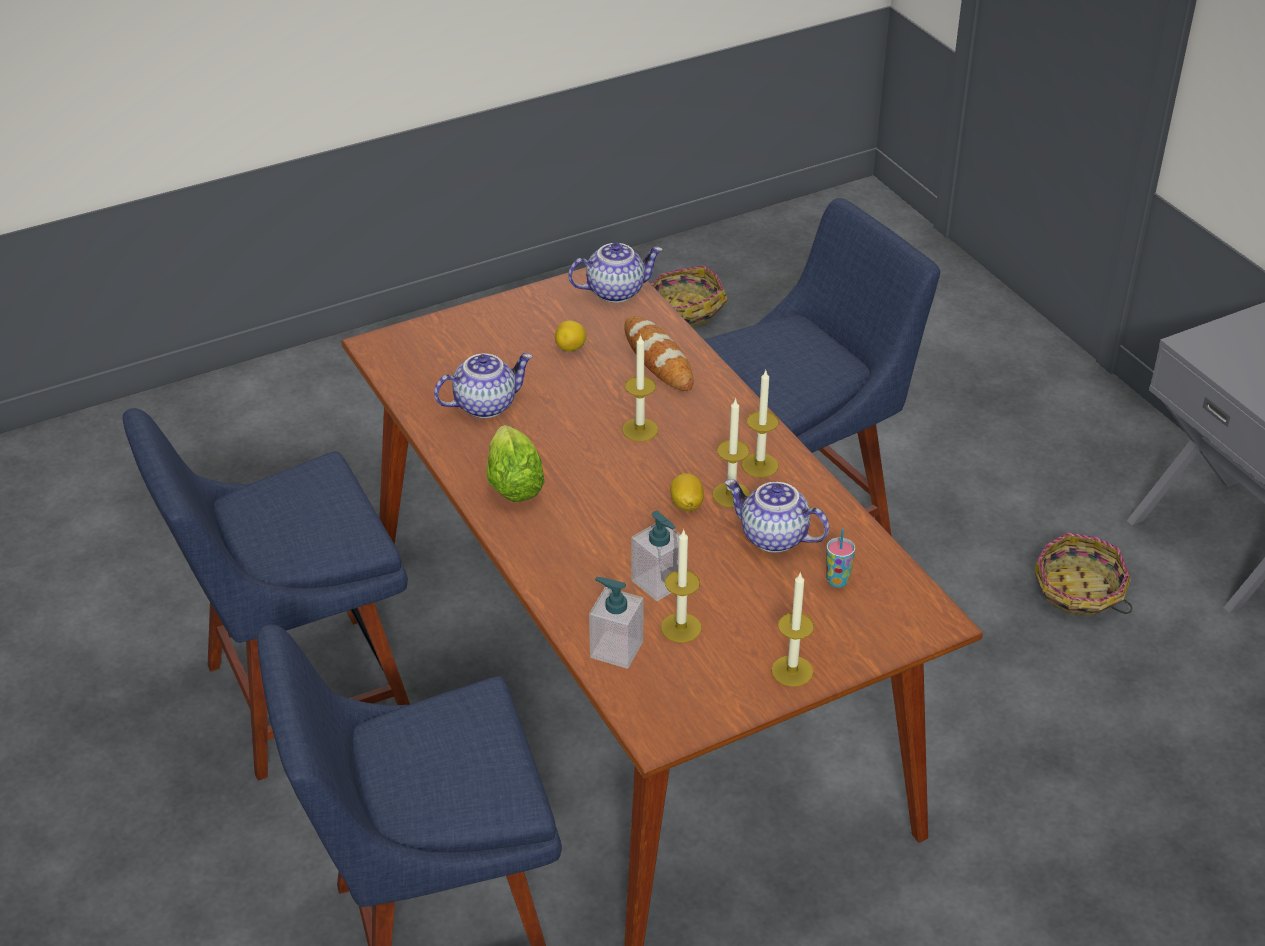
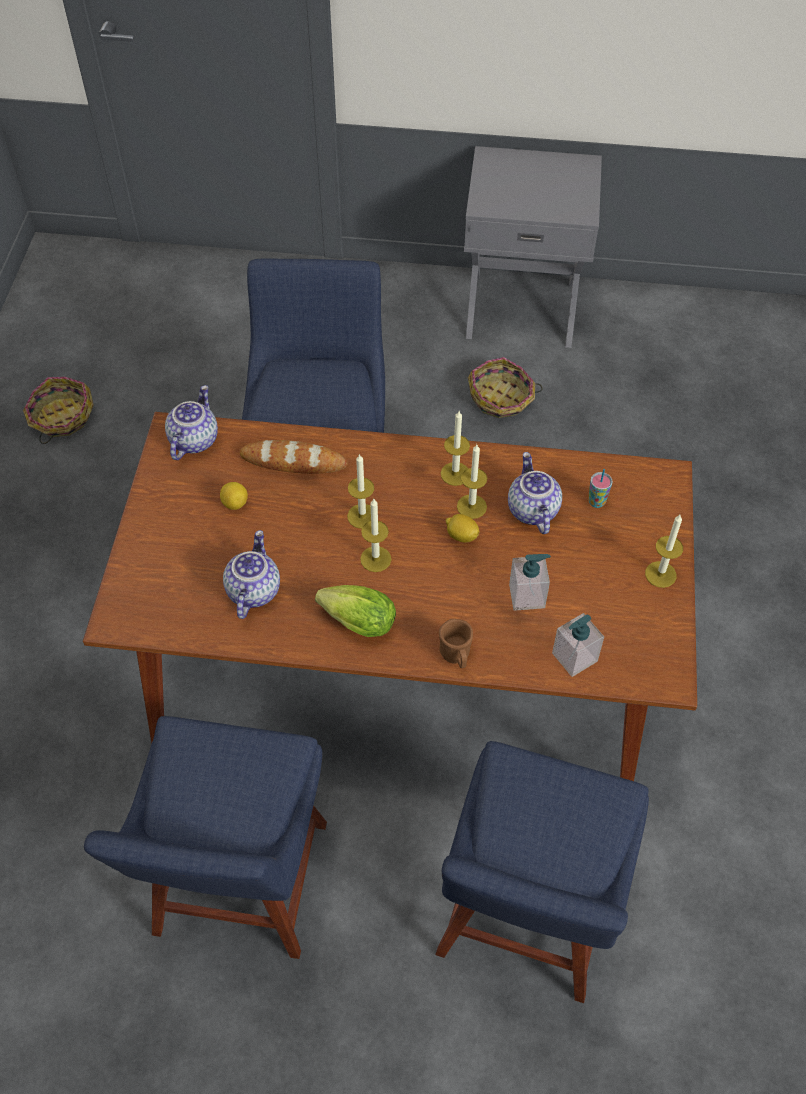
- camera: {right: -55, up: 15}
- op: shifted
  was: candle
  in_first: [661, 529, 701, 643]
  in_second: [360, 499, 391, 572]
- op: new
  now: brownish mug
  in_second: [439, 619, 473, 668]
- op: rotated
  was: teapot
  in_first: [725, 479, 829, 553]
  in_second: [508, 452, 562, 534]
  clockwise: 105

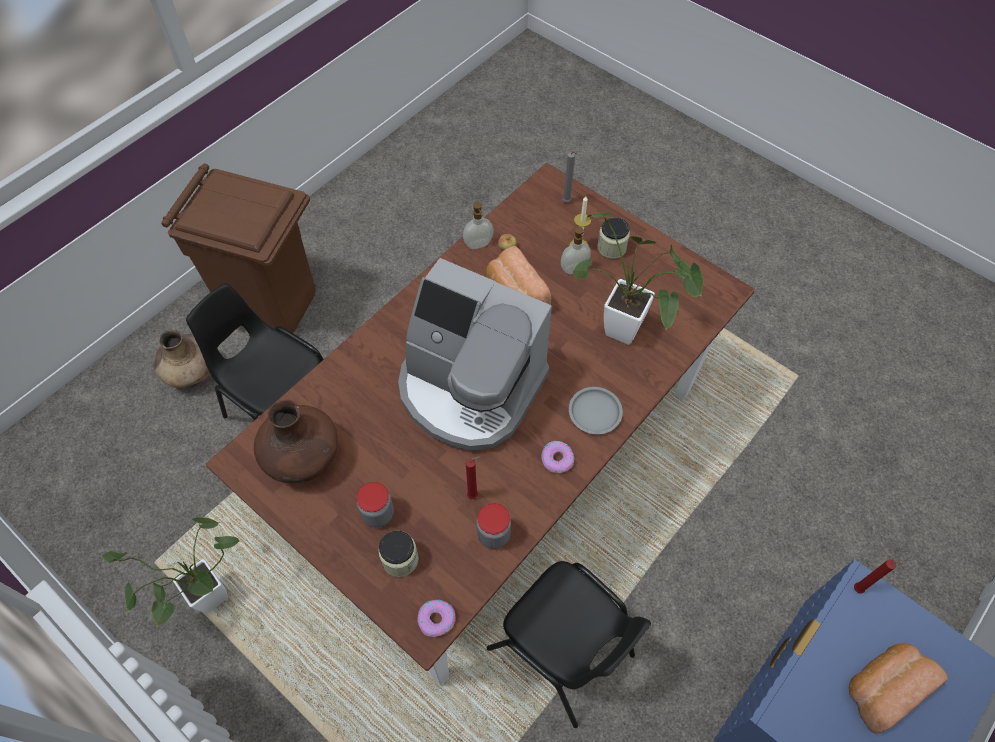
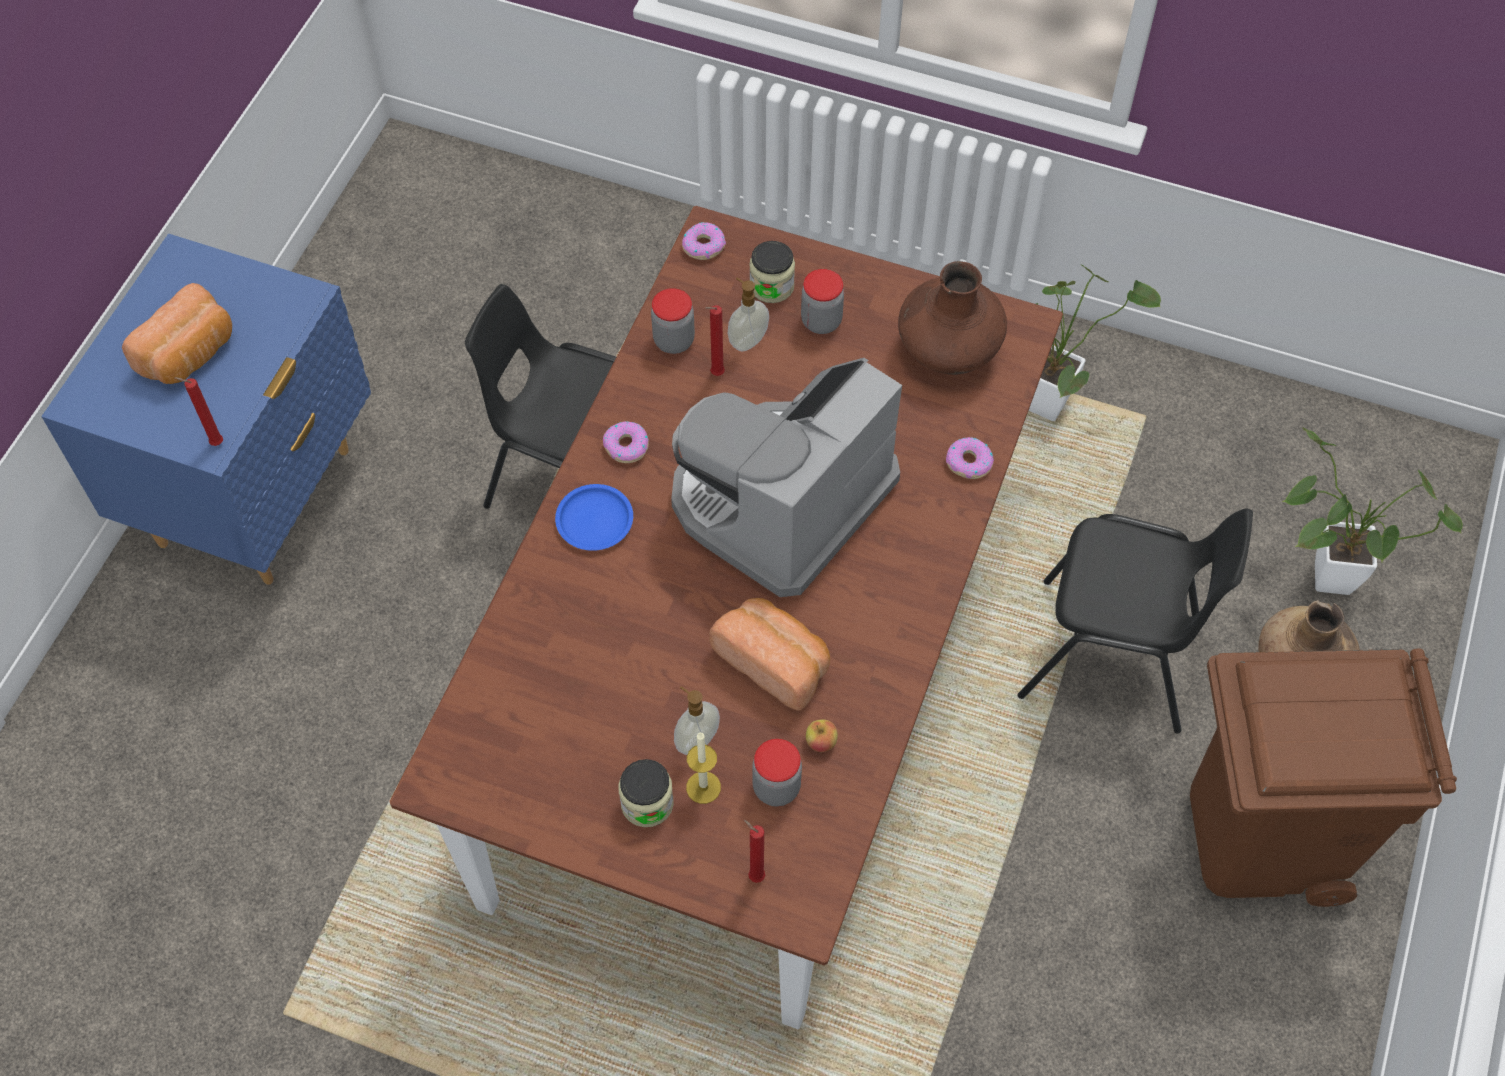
- camera: {right: 160, up: 0}
- op: repainted
  was: gray plate
  now: bluish plate
  in_first: [569, 387, 623, 434]
  in_second: [555, 484, 633, 551]
- op: rotated
  was: coffee brewer
  in_first: [398, 258, 552, 451]
  in_second: [671, 358, 902, 597]
  clockwise: -60
- op: shifted
  was: liquid soap bottle
  in_first: [463, 202, 494, 249]
  in_second: [727, 278, 769, 351]
- op: repainted
  was: gray candle
  now: reddish candle
  in_first: [563, 152, 578, 202]
  in_second: [744, 820, 765, 883]
- op: new
  now: preserve jar
  in_second: [752, 739, 802, 807]
- op: new
  now: doughnut
  in_second: [946, 437, 994, 479]
- op: shifted
  was: plant in a pot
  in_first: [572, 212, 703, 345]
  in_second: [1282, 427, 1463, 595]

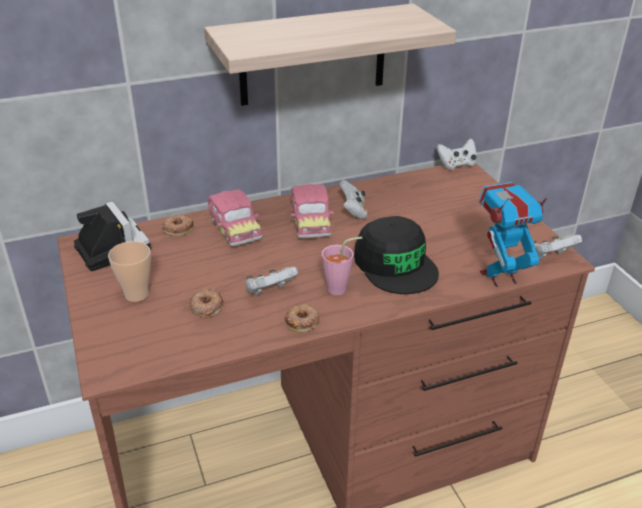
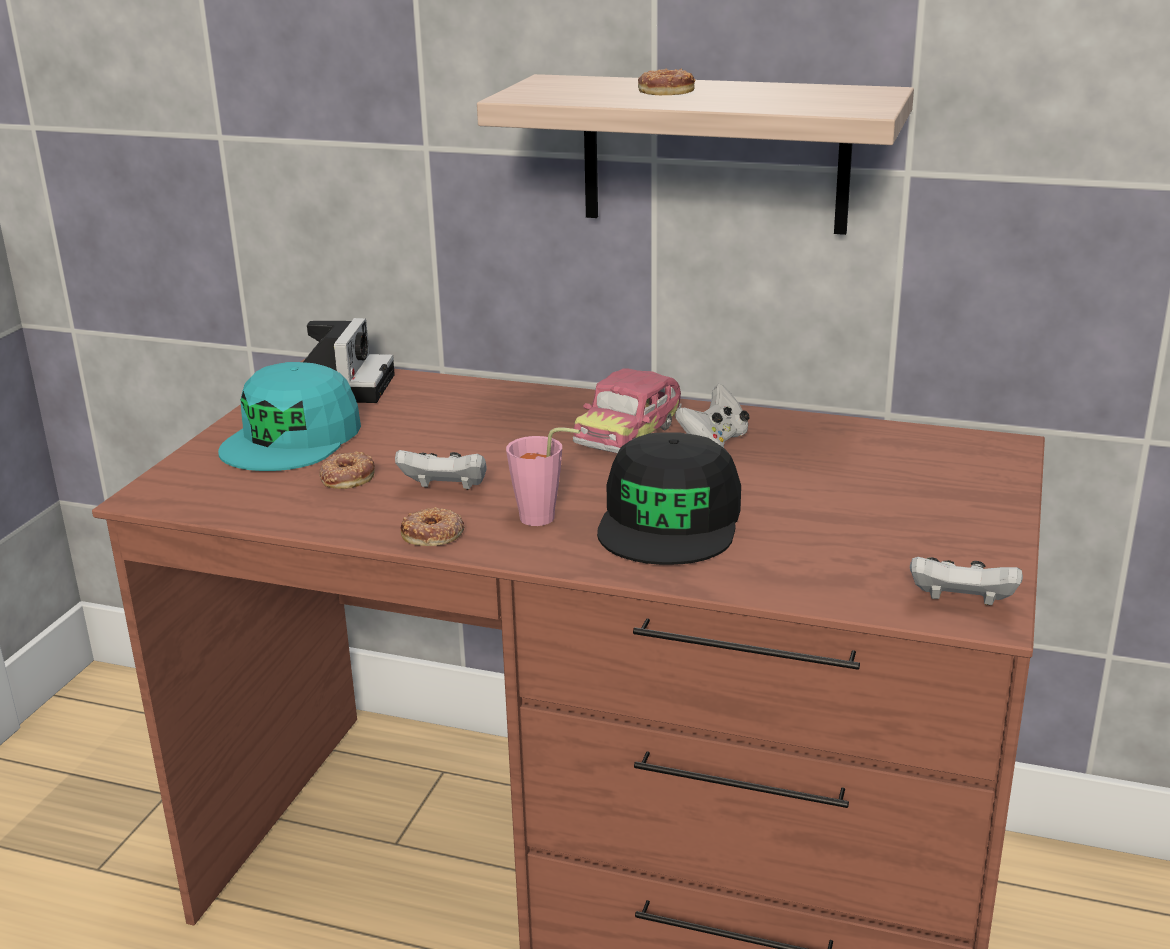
- camera: {right: 40, up: -10}
- op: swapped
  was: drinking cup
  now: turquoise baseball cap
  in_first: [108, 241, 151, 302]
  in_second: [218, 362, 361, 471]
- op: shifted
  was: doughnut
  in_first: [162, 214, 194, 236]
  in_second: [638, 68, 696, 95]
- op: gone
  was: model car
  in_first: [208, 189, 262, 246]
- op: gone
  was: whitish game controller
  in_first: [436, 139, 476, 170]
- op: gone
  was: model robot
  in_first: [479, 182, 553, 287]

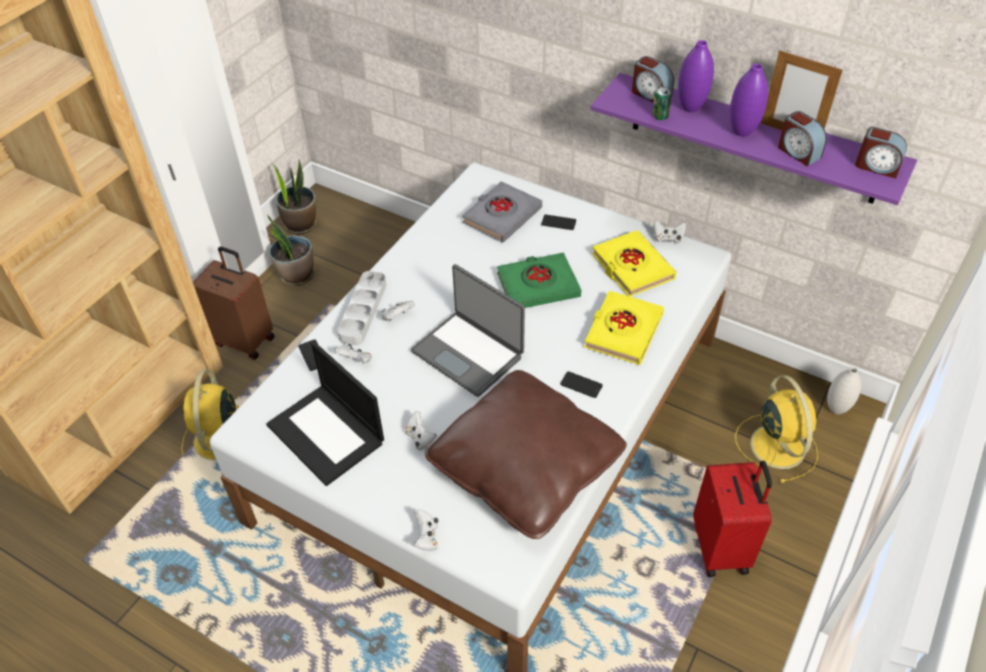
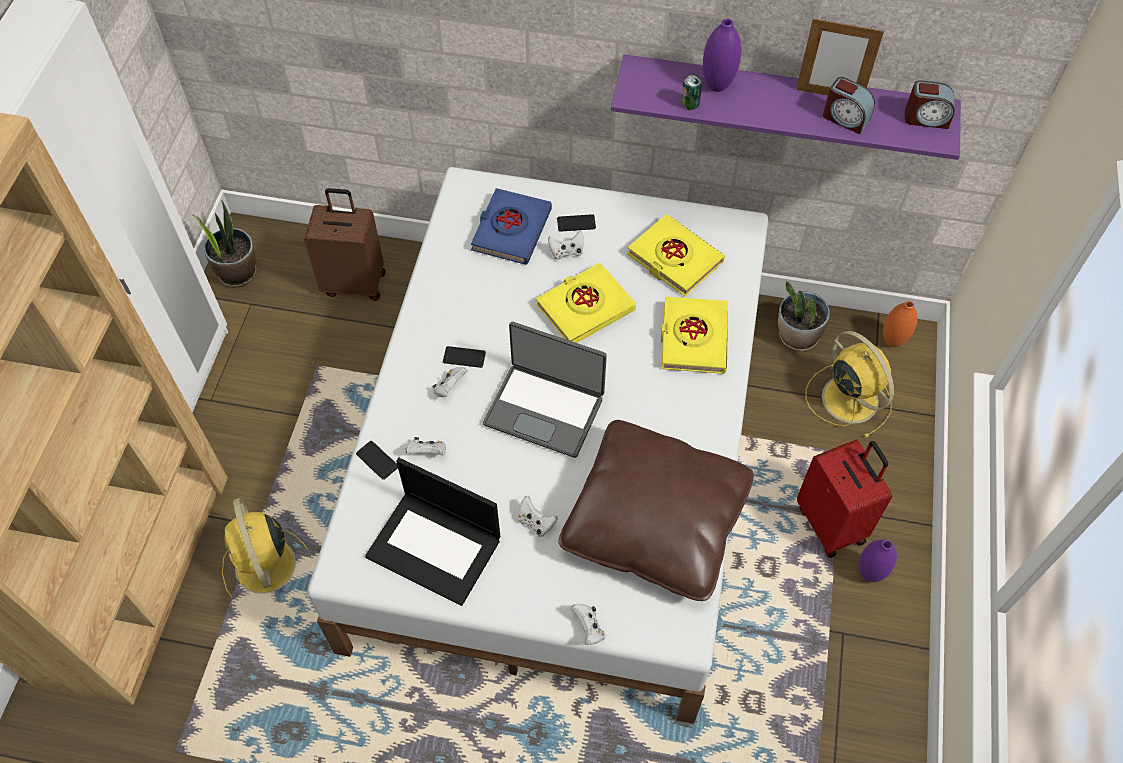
- camera: {right: -20, up: 10}
- op: shifted
  was: brownish suitcase
  in_first: [193, 246, 275, 360]
  in_second: [304, 188, 386, 301]
- op: shifted
  was: handset
  in_first: [560, 371, 603, 398]
  in_second: [443, 346, 486, 368]
- op: repainted
  was: gray volume
  now: bluish volume
  in_first: [462, 181, 542, 243]
  in_second: [471, 188, 552, 265]
- op: repainted
  was: green-coloured volume
  now: yellowish volume
  in_first: [497, 252, 581, 308]
  in_second: [536, 263, 636, 343]
- op: shifted
  was: whitish game controller
  in_first: [654, 220, 686, 243]
  in_second: [548, 231, 584, 260]
- op: shifted
  was: plant in a pot
  in_first: [267, 215, 314, 286]
  in_second: [778, 281, 830, 351]
- op: shifted
  was: purple-coloured flower vase
  in_first: [730, 63, 768, 137]
  in_second: [858, 540, 897, 582]
- op: repainted
  was: whitish flower vase
  now: orange flower vase
  in_first: [827, 367, 861, 414]
  in_second: [883, 301, 918, 347]
- op: gone
  was: gray tray
  in_first: [337, 271, 387, 345]
- op: gone
  was: table clock
  in_first: [632, 56, 674, 102]

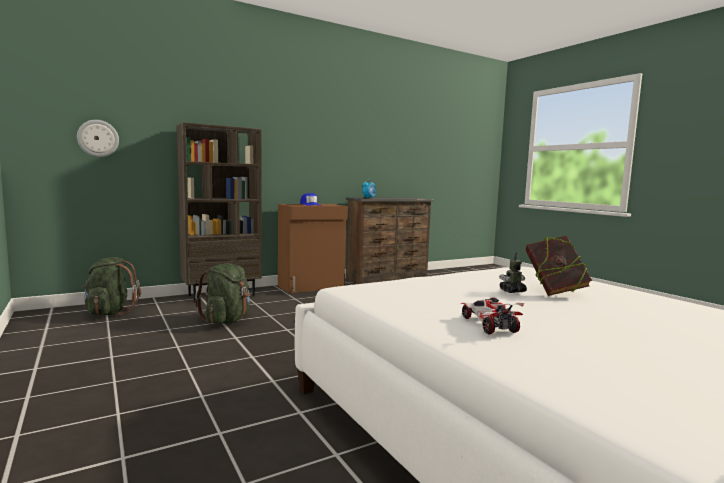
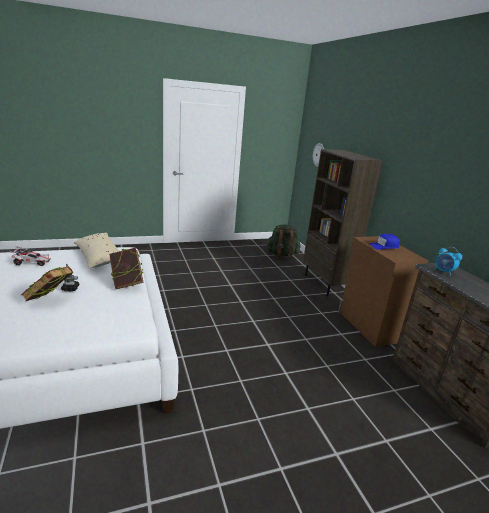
- camera: {right: 100, up: 15}
- op: new
  now: beige-coloured cushion
  in_second: [74, 233, 119, 268]
- op: new
  now: volume
  in_second: [109, 248, 144, 289]
- op: gone
  was: green-coloured knapsack
  in_first: [195, 263, 250, 324]

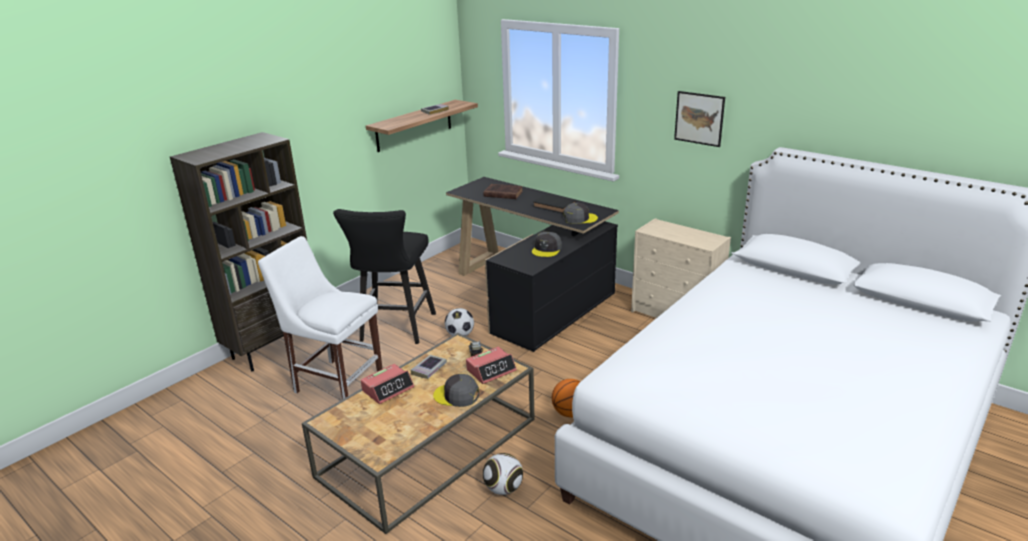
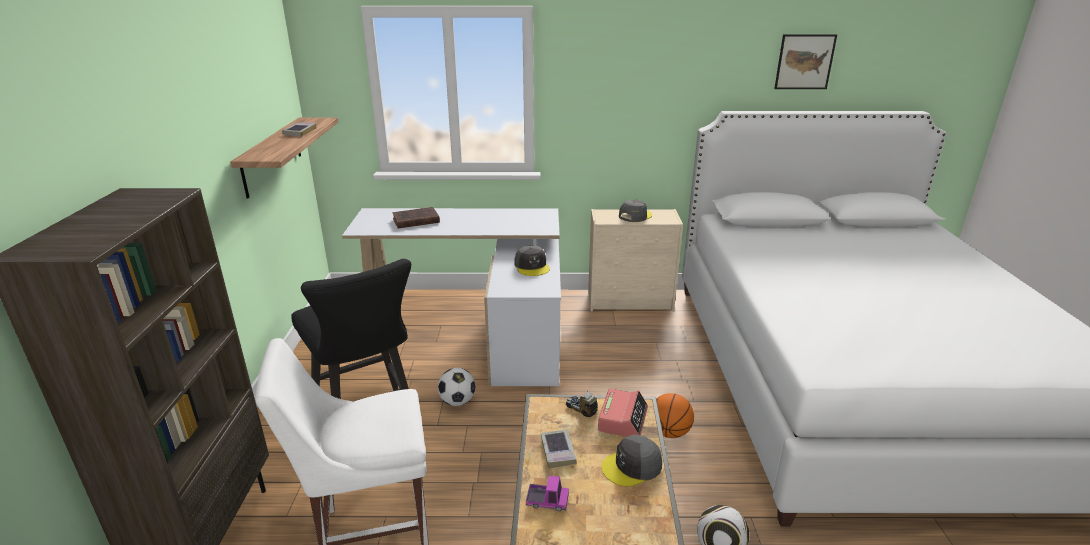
- camera: {right: -40, up: 0}
- op: repainted
  was: black-coloured desk unit
  now: whitish desk unit
  in_first: [446, 177, 619, 352]
  in_second: [342, 208, 561, 387]
- op: swapped
  was: table clock
  now: model truck
  in_first: [361, 364, 414, 404]
  in_second: [526, 476, 569, 511]
- op: shifted
  was: gray baseball cap
  in_first: [563, 203, 598, 224]
  in_second: [619, 200, 652, 222]
- op: shifted
  was: picture
  in_first: [674, 91, 725, 147]
  in_second: [774, 34, 837, 89]
- op: gone
  was: black-coloured volume
  in_first: [533, 194, 576, 213]

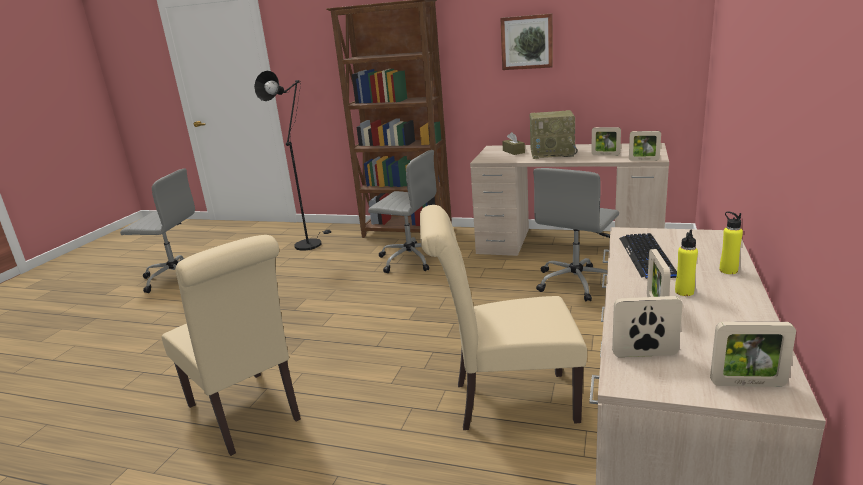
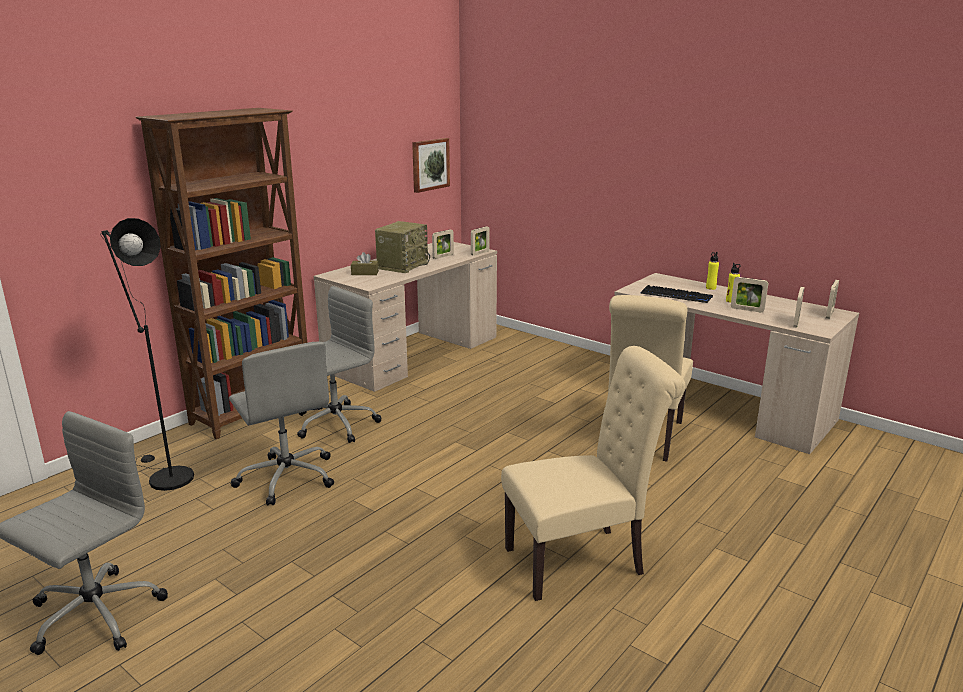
- camera: {right: -70, up: 0}
- op: shifted
  was: gray computer chair
  in_first: [533, 168, 619, 301]
  in_second: [229, 341, 334, 505]
- op: shifted
  was: picture
  in_first: [500, 13, 553, 70]
  in_second: [412, 138, 450, 193]

